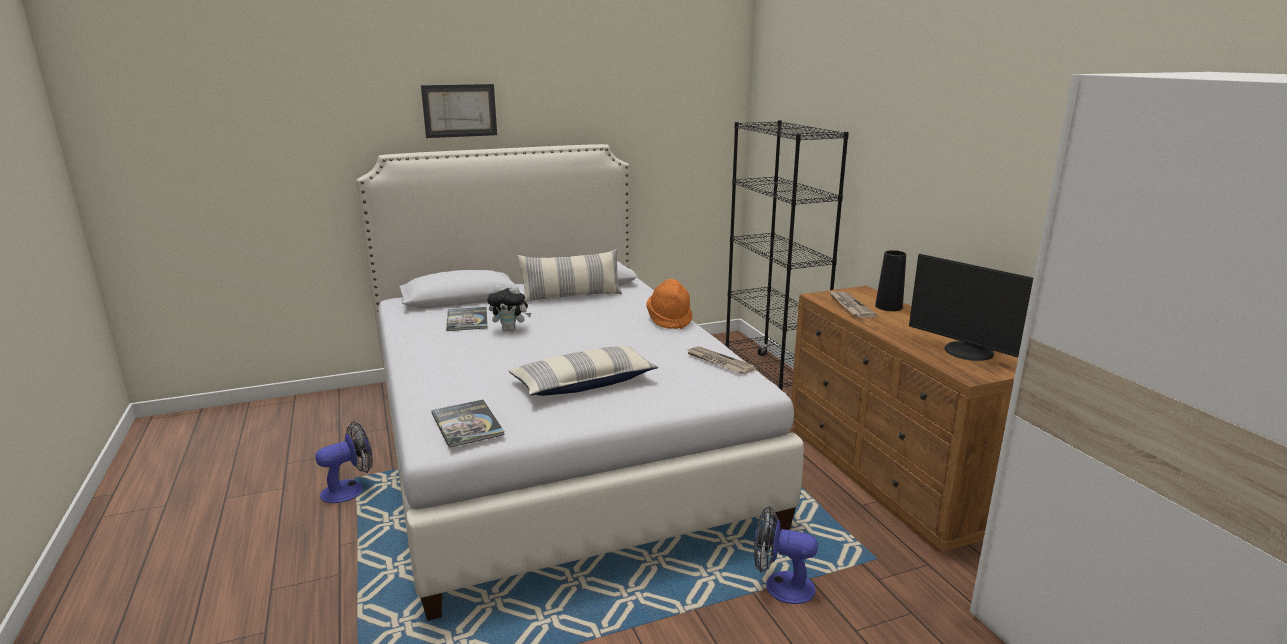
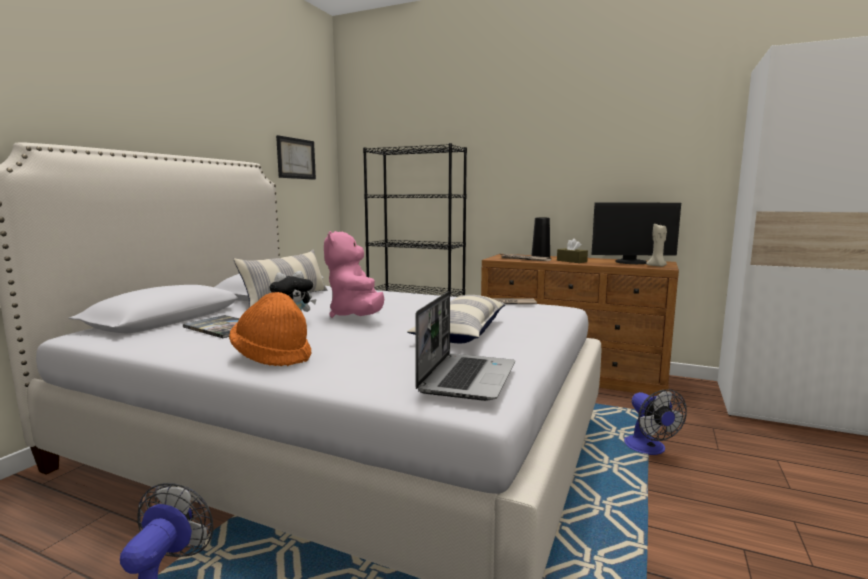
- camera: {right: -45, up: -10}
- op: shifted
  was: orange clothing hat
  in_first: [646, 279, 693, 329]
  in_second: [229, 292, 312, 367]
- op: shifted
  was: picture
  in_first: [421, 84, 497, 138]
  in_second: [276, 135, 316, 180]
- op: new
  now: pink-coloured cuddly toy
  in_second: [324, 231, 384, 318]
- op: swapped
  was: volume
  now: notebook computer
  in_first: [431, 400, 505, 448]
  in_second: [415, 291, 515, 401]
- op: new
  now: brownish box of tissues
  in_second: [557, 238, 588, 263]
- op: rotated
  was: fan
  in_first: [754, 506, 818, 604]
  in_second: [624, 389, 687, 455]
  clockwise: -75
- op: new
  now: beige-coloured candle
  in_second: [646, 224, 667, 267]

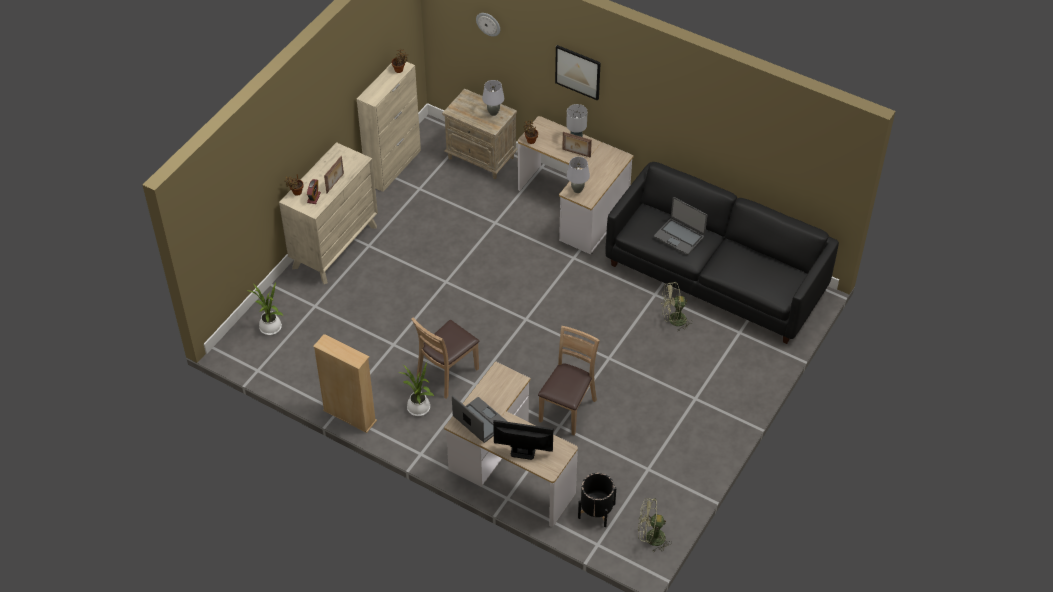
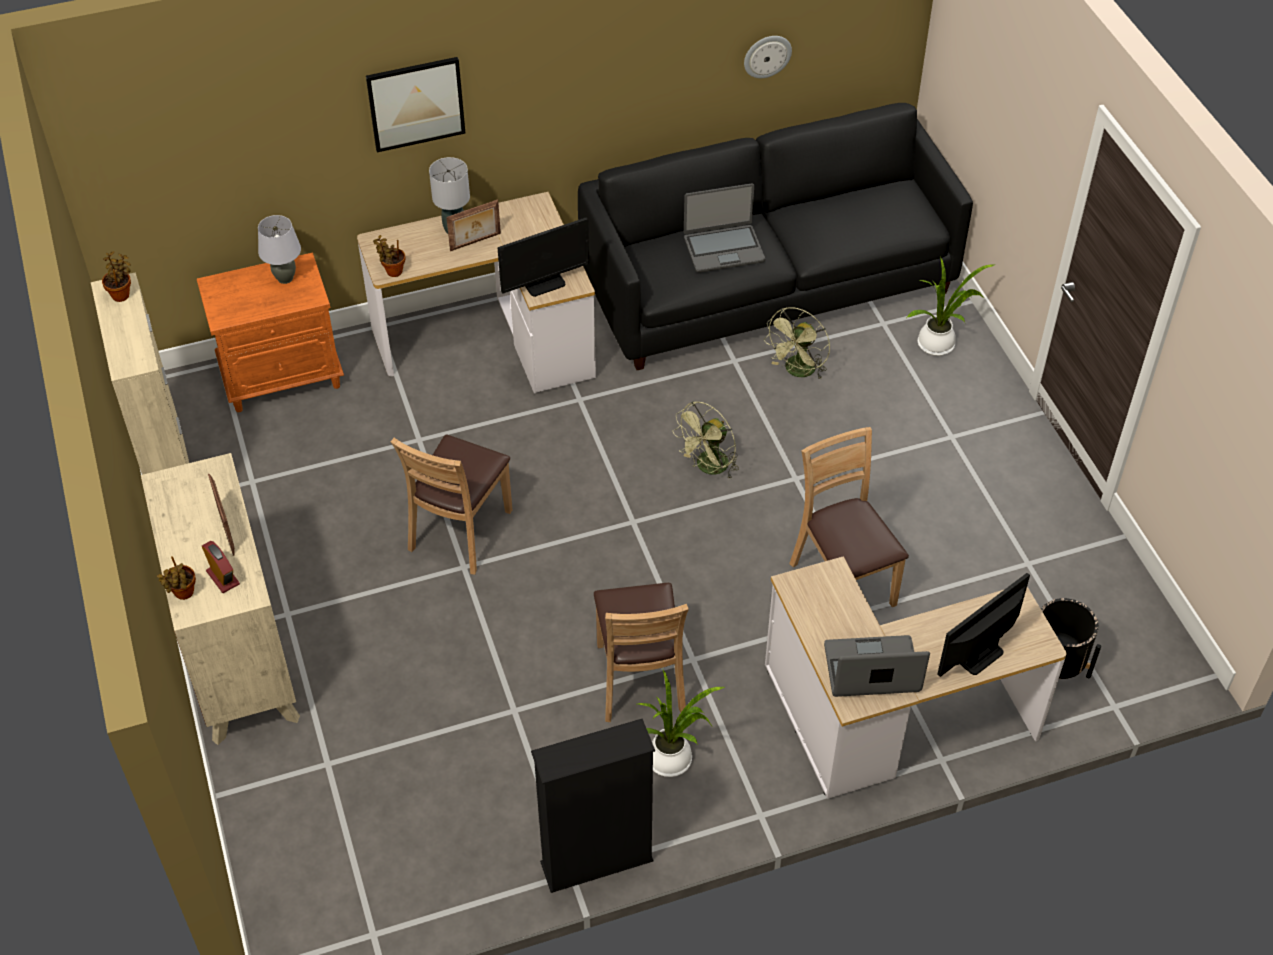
- camera: {right: -50, up: 0}
- op: repainted
  was: beige-coloured night table
  now: orange night table
  in_first: [442, 89, 518, 179]
  in_second: [197, 253, 344, 412]
- op: new
  now: brownish upright chair
  in_second: [391, 435, 512, 575]
- op: swapped
  was: gray lamp for a table
  now: computer display
  in_first: [567, 157, 590, 193]
  in_second: [498, 218, 589, 297]
- op: repainted
  was: beige-coloured bookshelf
  now: black-coloured bookshelf
  in_first: [313, 334, 377, 433]
  in_second: [531, 719, 655, 893]
- op: shifted
  was: green-coloured fan
  in_first: [638, 498, 672, 552]
  in_second: [672, 401, 739, 478]
- op: shifted
  was: hanging clock
  in_first: [476, 13, 500, 37]
  in_second: [744, 36, 792, 78]
- op: shifted
  was: plant in a pot
  in_first: [248, 282, 283, 335]
  in_second: [907, 257, 994, 356]

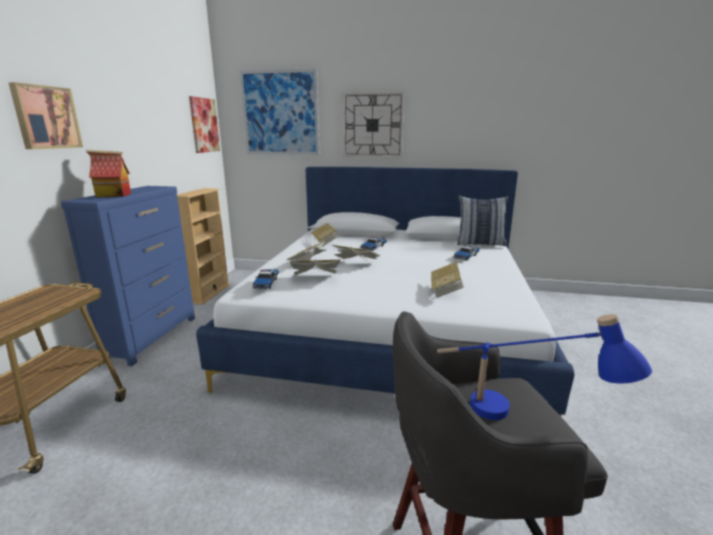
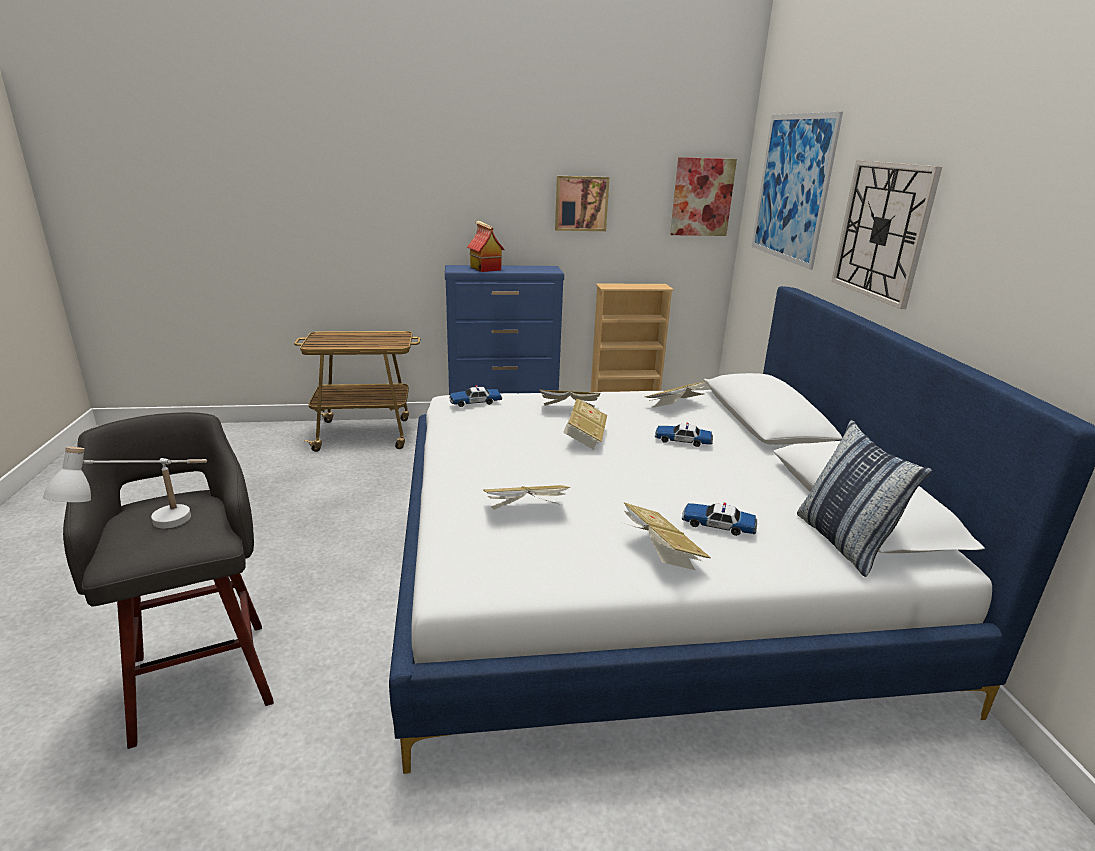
- camera: {right: 70, up: 5}
- op: repainted
  was: bluish lamp for a table
  now: whitish lamp for a table
  in_first: [437, 314, 652, 420]
  in_second: [43, 447, 207, 528]
- op: shifted
  was: picture
  in_first: [8, 82, 83, 149]
  in_second: [555, 176, 610, 231]
- op: shifted
  was: volume
  in_first: [290, 260, 340, 275]
  in_second: [623, 503, 711, 570]

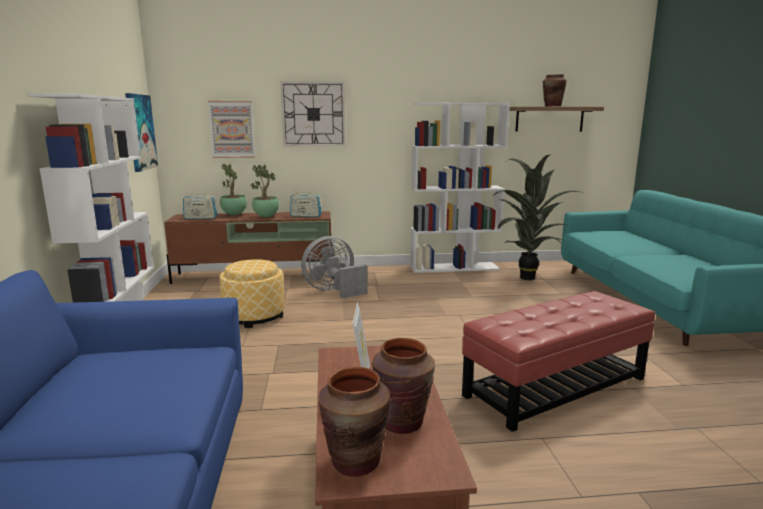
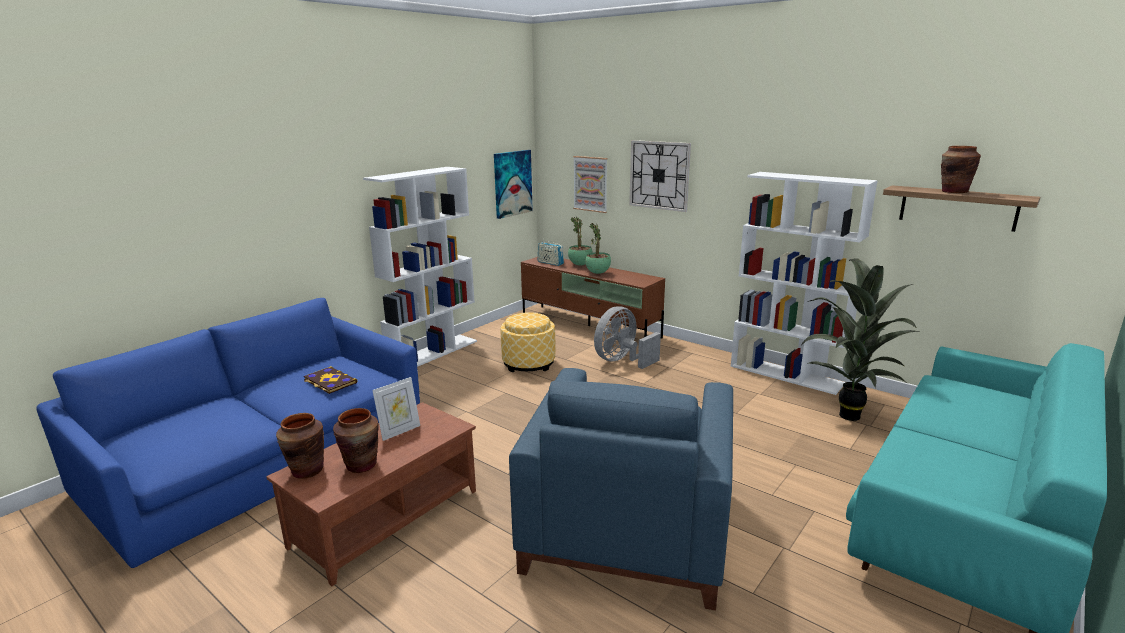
- camera: {right: 45, up: 5}
- op: new
  now: volume
  in_second: [304, 366, 358, 394]
- op: swapped
  was: reddish pouffe
  now: bluish armchair
  in_first: [462, 291, 655, 432]
  in_second: [509, 368, 733, 611]
- op: rotated
  was: gray fan
  in_first: [301, 236, 368, 299]
  in_second: [594, 306, 661, 369]
  clockwise: -60
- op: gone
  was: radio
  in_first: [290, 192, 322, 217]

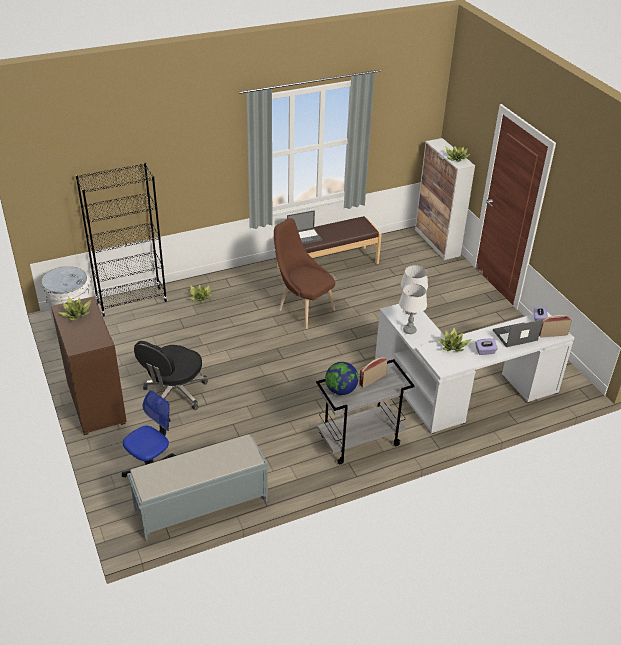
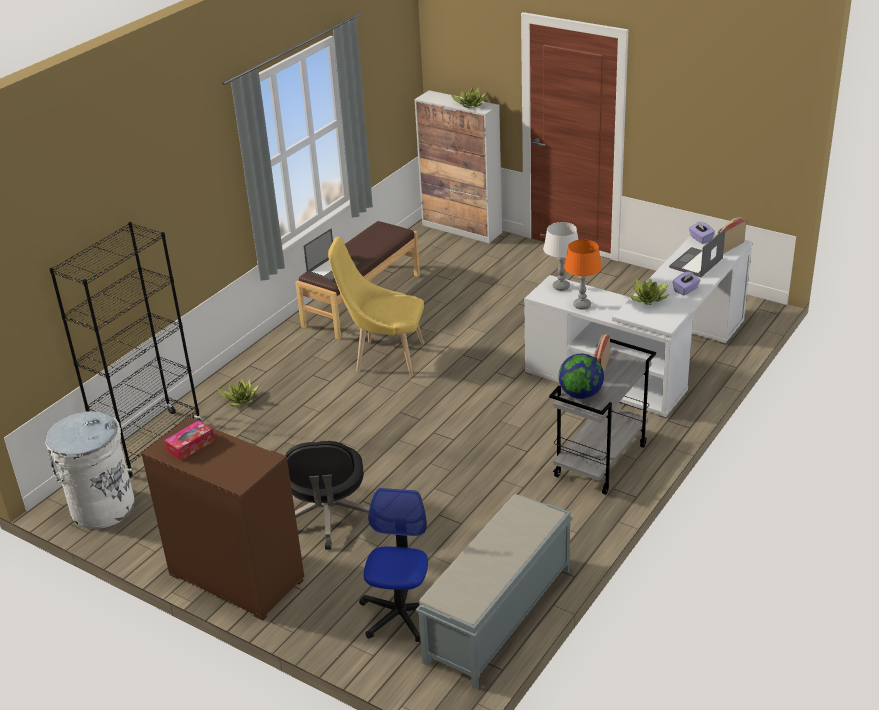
- camera: {right: -30, up: -5}
- op: swapped
  was: plant in a pot
  now: box of tissues
  in_first: [59, 297, 91, 321]
  in_second: [164, 420, 215, 461]
- op: repainted
  was: brownish upright chair
  now: yellowish upright chair
  in_first: [274, 218, 335, 329]
  in_second: [328, 237, 424, 377]
- op: repainted
  was: whitish lamp for a table
  now: orange lamp for a table
  in_first: [399, 284, 427, 334]
  in_second: [564, 239, 602, 310]

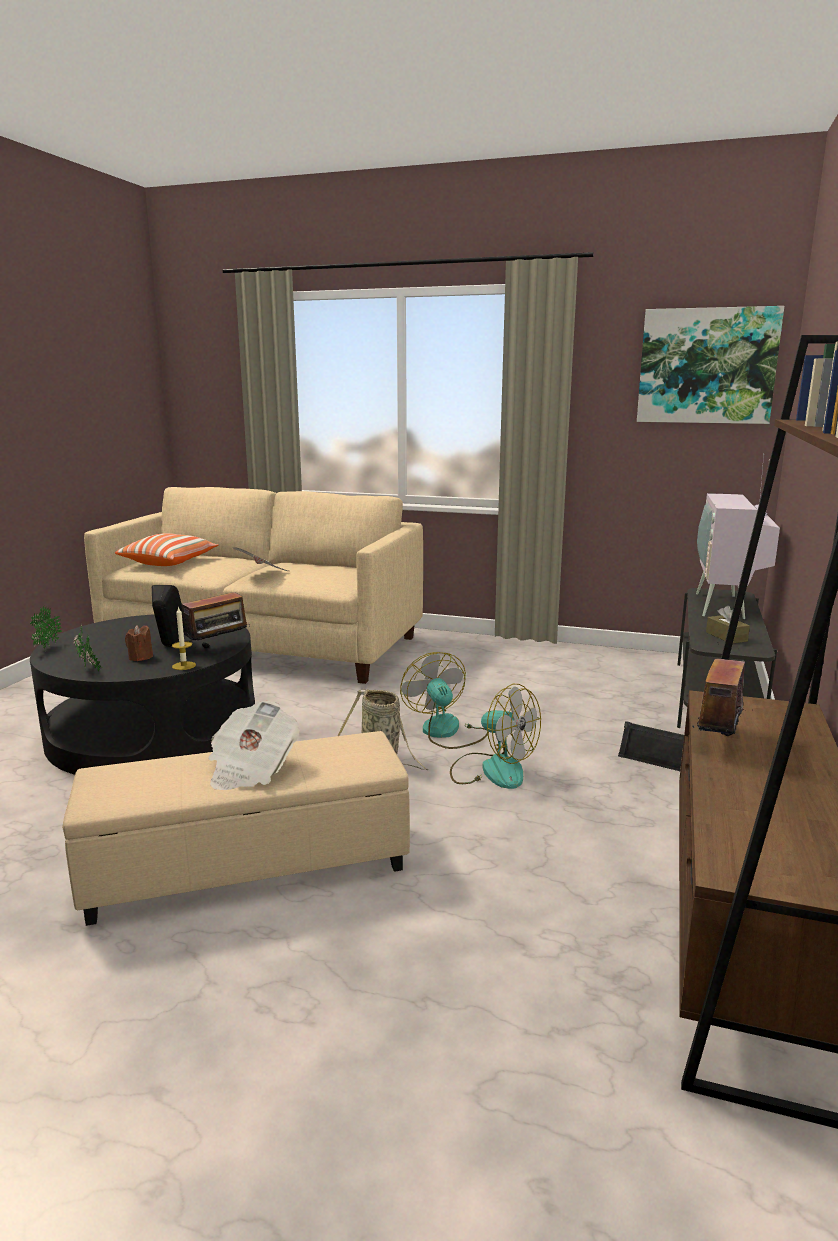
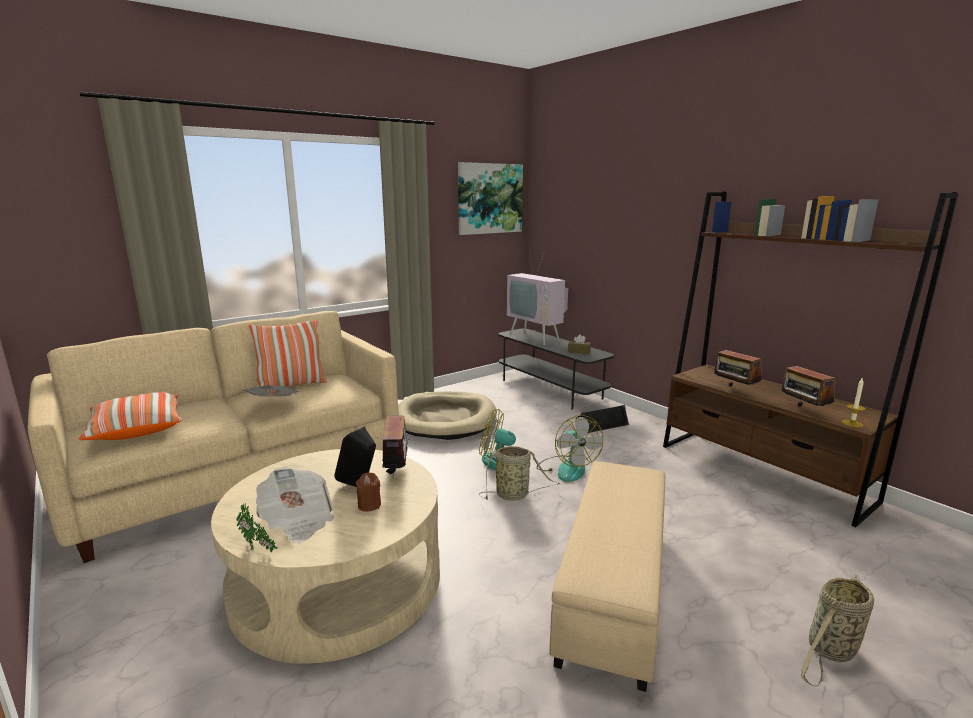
- camera: {right: -55, up: 0}
- op: repainted
  was: black-coloured low table
  now: beige-coloured low table
  in_first: [30, 614, 255, 775]
  in_second: [211, 449, 440, 664]
- op: new
  now: cushion
  in_second: [249, 319, 327, 387]
- op: shifted
  was: printed paper
  in_first: [208, 701, 300, 790]
  in_second: [256, 467, 334, 544]
- op: new
  now: beige-coloured dog bed
  in_second: [398, 391, 497, 440]
- op: rotated
  was: fan
  in_first: [450, 684, 541, 789]
  in_second: [536, 415, 603, 482]
  clockwise: 90
- op: new
  now: radio
  in_second: [781, 358, 836, 407]
- op: new
  now: basket
  in_second: [801, 575, 874, 687]
- op: shifted
  was: candle
  in_first: [172, 606, 196, 670]
  in_second: [842, 377, 865, 428]
- op: gone
  was: plant in a pot
  in_first: [73, 624, 103, 671]

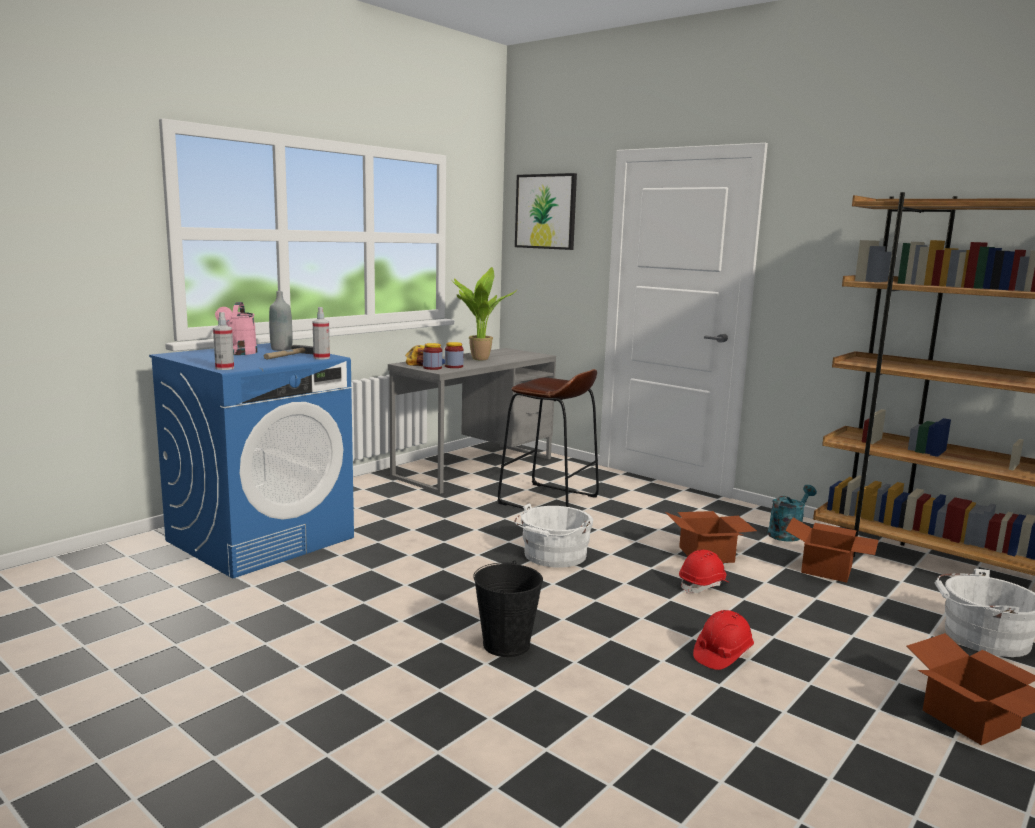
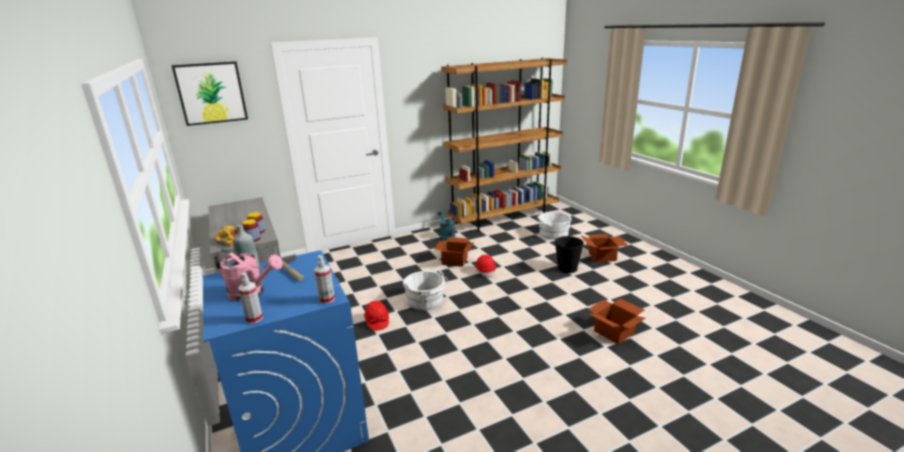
- camera: {right: -65, up: 10}
- op: shifted
  was: hand sprayer
  in_first: [313, 307, 330, 359]
  in_second: [238, 273, 263, 324]
- op: shifted
  was: reddish hard hat
  in_first: [693, 610, 754, 670]
  in_second: [364, 301, 389, 331]
- op: shifted
  was: black-coloured pail
  in_first: [473, 560, 543, 657]
  in_second: [555, 236, 584, 273]
- op: shifted
  was: packing box
  in_first: [785, 518, 879, 583]
  in_second: [588, 299, 645, 344]
- op: gone
  was: plant in a pot
  in_first: [451, 267, 518, 360]
- op: gone
  was: brownish stool seat
  in_first: [497, 369, 599, 509]

